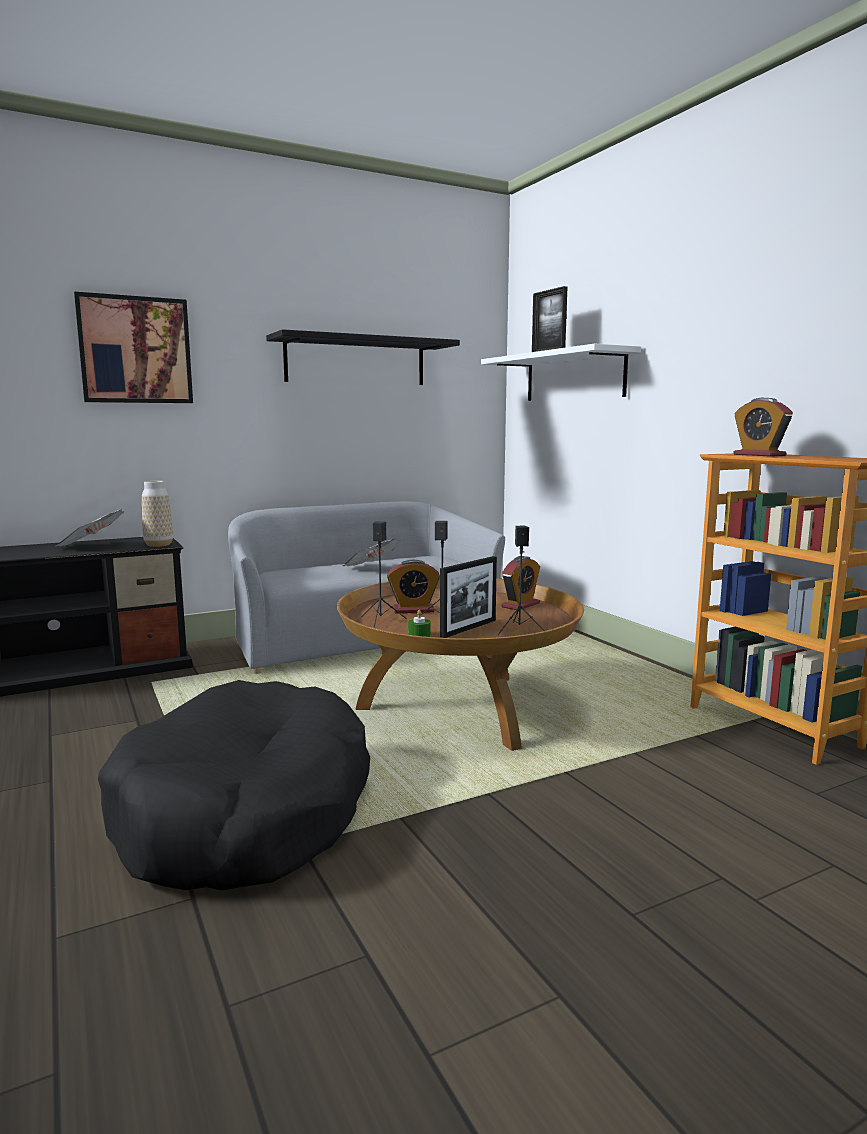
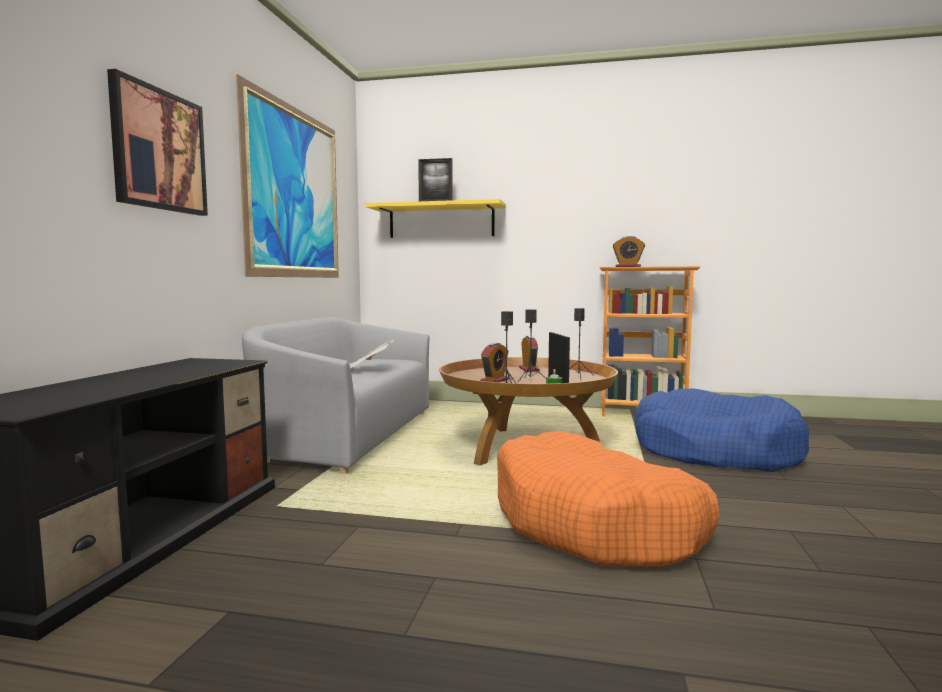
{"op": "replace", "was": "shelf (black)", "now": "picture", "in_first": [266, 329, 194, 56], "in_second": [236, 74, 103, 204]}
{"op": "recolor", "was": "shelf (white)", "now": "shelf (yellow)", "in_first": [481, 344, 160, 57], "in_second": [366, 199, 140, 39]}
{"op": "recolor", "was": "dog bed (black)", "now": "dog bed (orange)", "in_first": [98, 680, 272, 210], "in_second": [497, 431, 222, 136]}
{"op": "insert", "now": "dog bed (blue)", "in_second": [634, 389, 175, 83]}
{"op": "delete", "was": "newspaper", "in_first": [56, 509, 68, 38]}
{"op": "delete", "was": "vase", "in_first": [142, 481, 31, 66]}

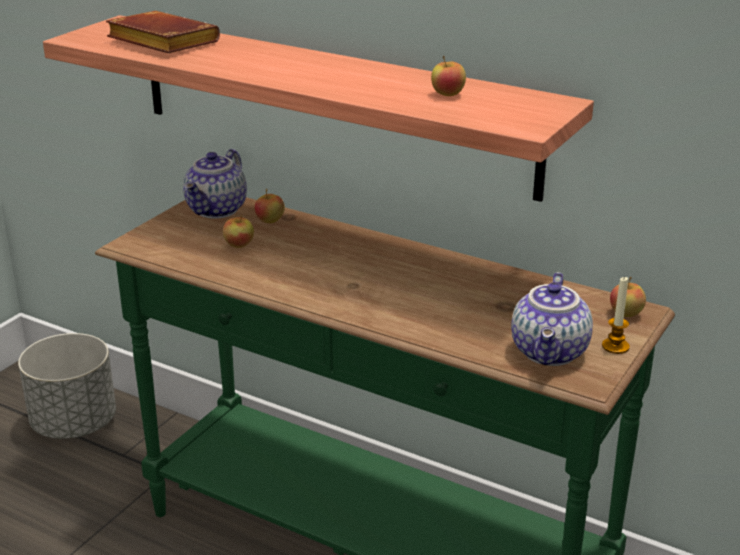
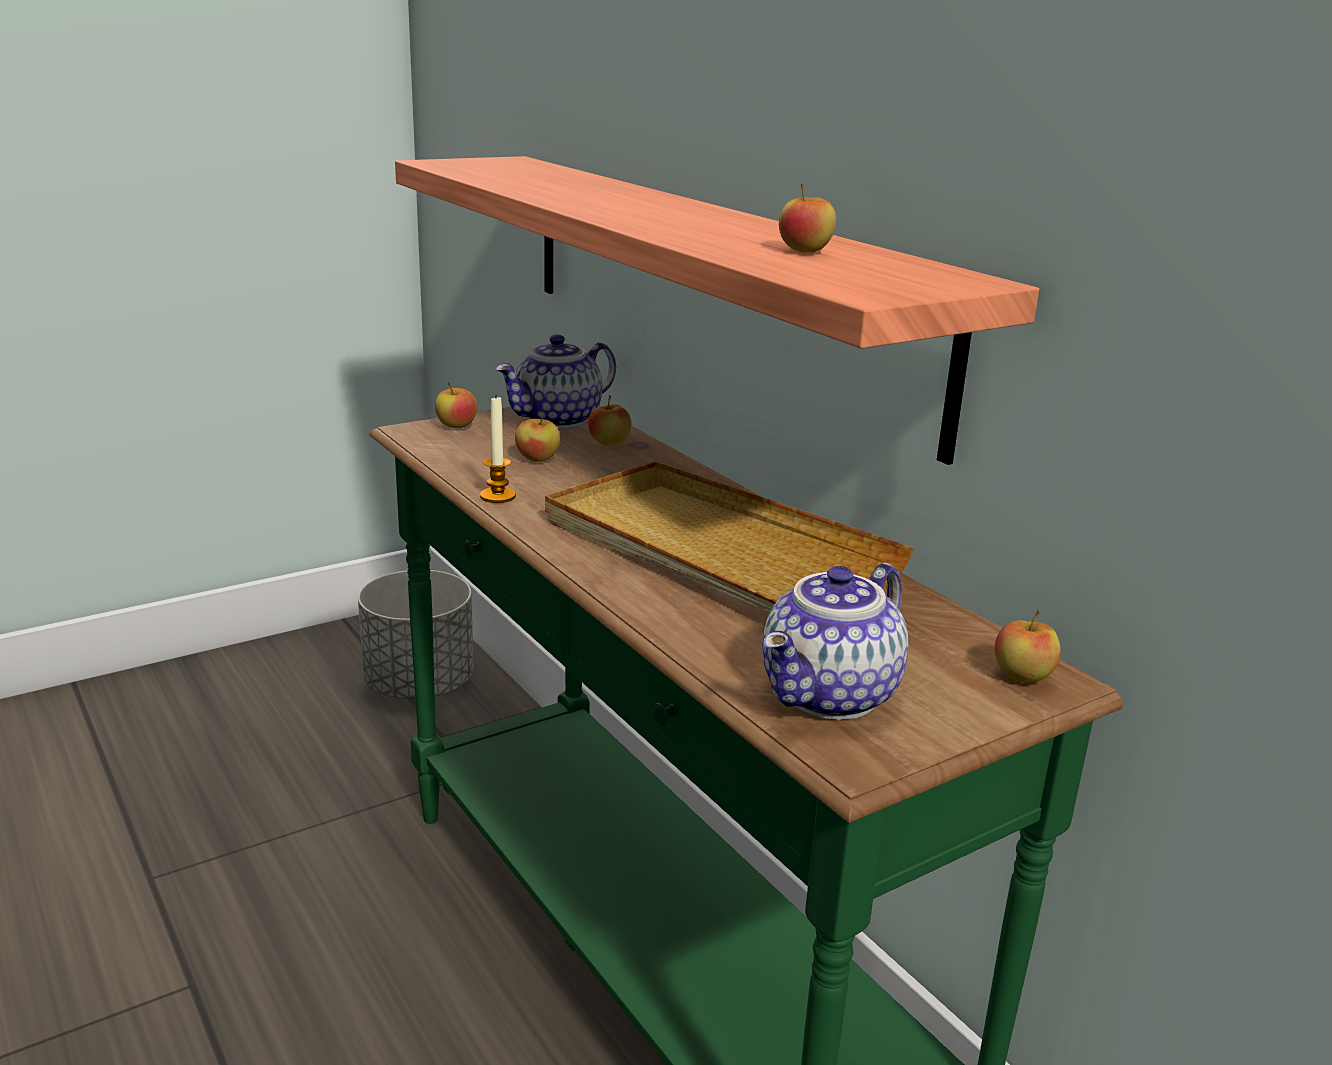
{"op": "insert", "now": "apple", "in_second": [435, 382, 42, 46]}
{"op": "move", "was": "candle", "in_first": [602, 276, 28, 78], "in_second": [480, 397, 36, 106]}
{"op": "insert", "now": "tray (beige)", "in_second": [545, 461, 369, 150]}
{"op": "delete", "was": "book (brown)", "in_first": [106, 11, 114, 42]}

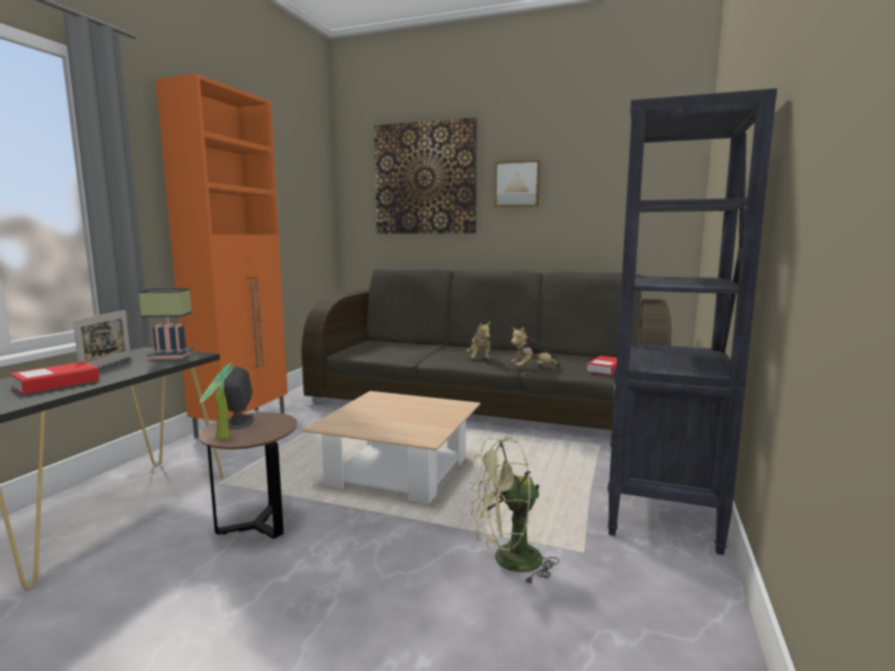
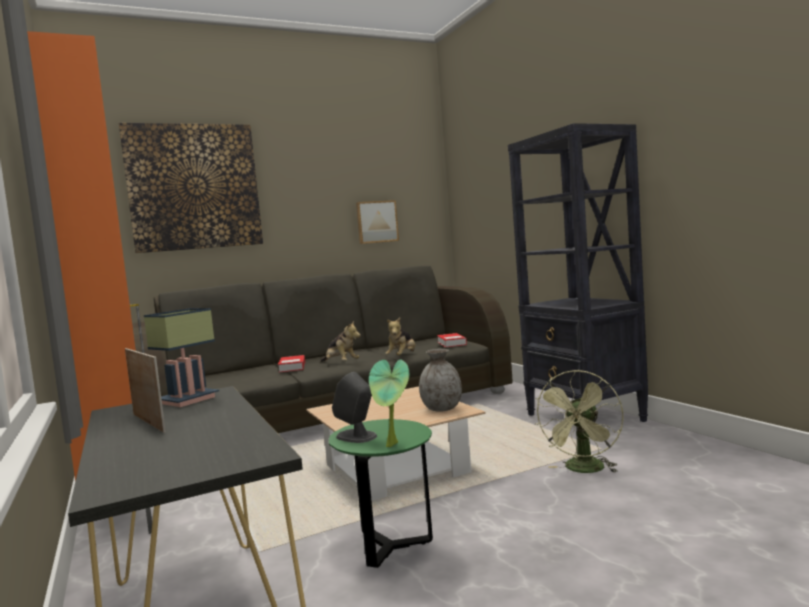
{"op": "move", "was": "book", "in_first": [10, 362, 90, 33], "in_second": [278, 355, 27, 17]}
{"op": "recolor", "was": "side table (brown)", "now": "side table (green)", "in_first": [199, 412, 98, 127], "in_second": [329, 419, 104, 149]}
{"op": "move", "was": "picture", "in_first": [495, 160, 45, 47], "in_second": [356, 200, 43, 44]}
{"op": "insert", "now": "vase (grey)", "in_second": [419, 349, 43, 63]}

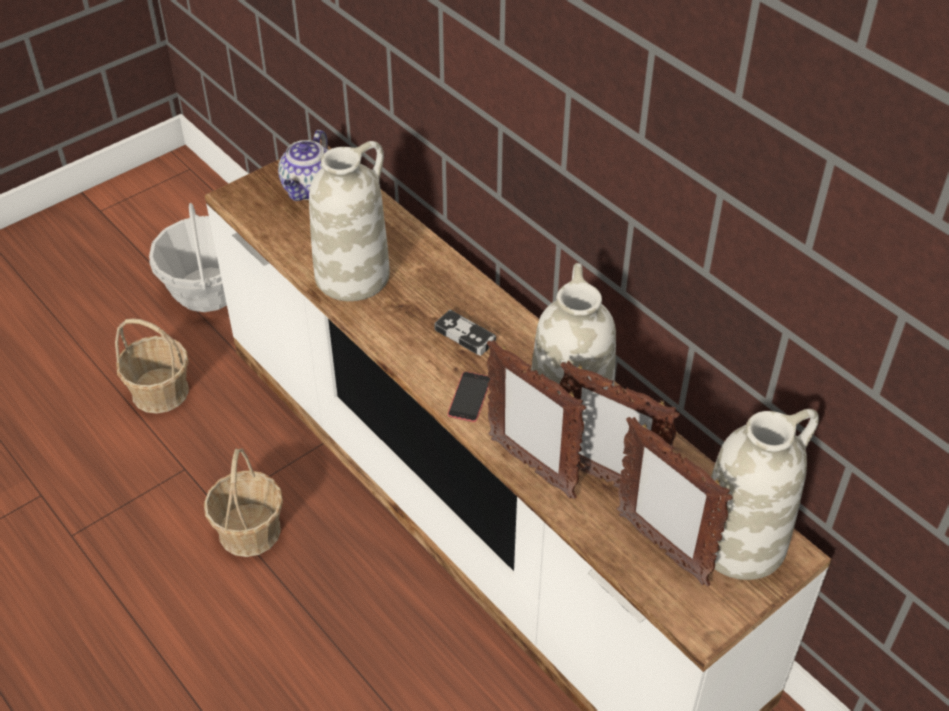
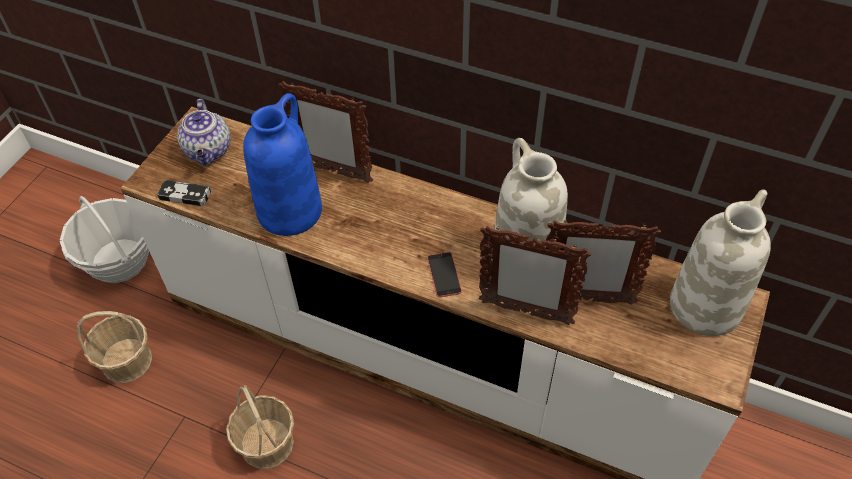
{"op": "move", "was": "game controller", "in_first": [434, 310, 62, 46], "in_second": [157, 179, 55, 27]}
{"op": "recolor", "was": "vase (white)", "now": "vase (blue)", "in_first": [309, 141, 81, 160], "in_second": [243, 93, 79, 143]}
{"op": "move", "was": "picture frame", "in_first": [616, 417, 117, 169], "in_second": [278, 81, 95, 102]}

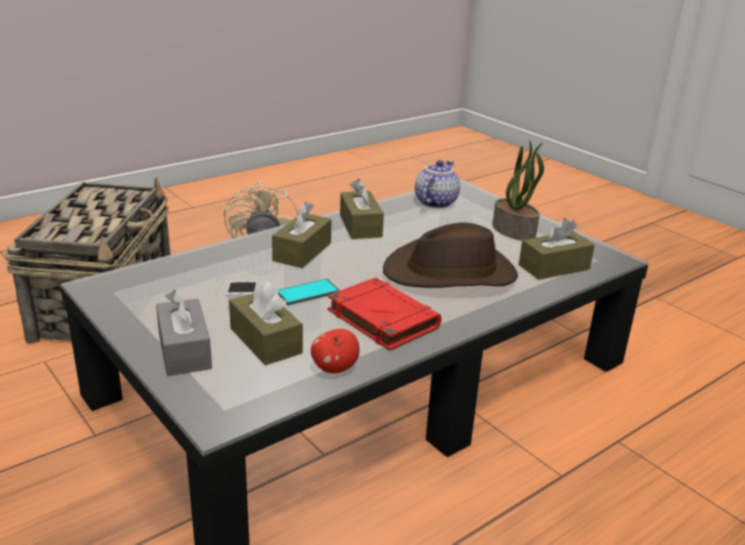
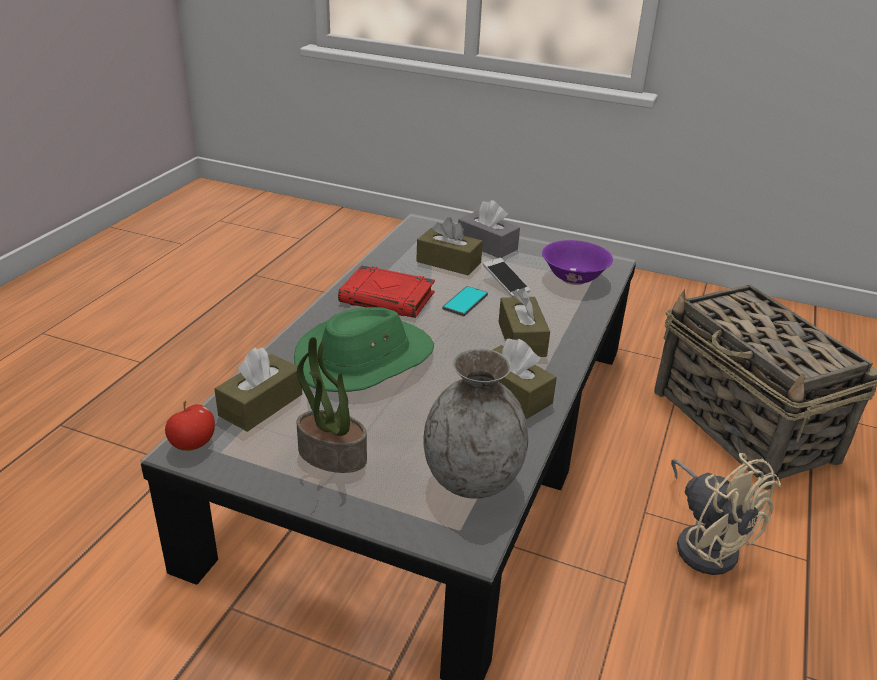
{"op": "move", "was": "apple", "in_first": [311, 329, 49, 44], "in_second": [165, 401, 50, 50]}
{"op": "recolor", "was": "hat (brown)", "now": "hat (green)", "in_first": [383, 223, 135, 65], "in_second": [294, 307, 140, 85]}
{"op": "replace", "was": "teapot", "now": "vase (grey)", "in_first": [415, 160, 45, 48], "in_second": [423, 348, 105, 151]}
{"op": "insert", "now": "bowl (purple)", "in_second": [542, 240, 71, 45]}

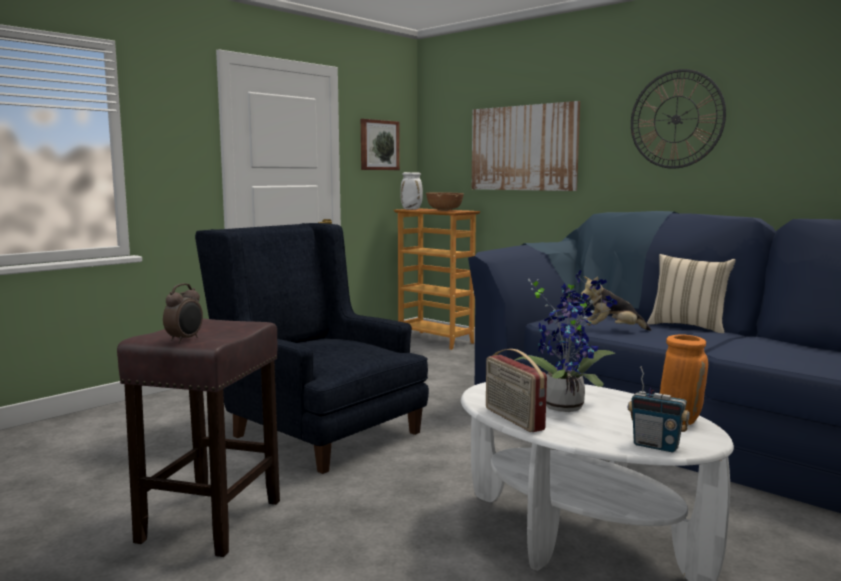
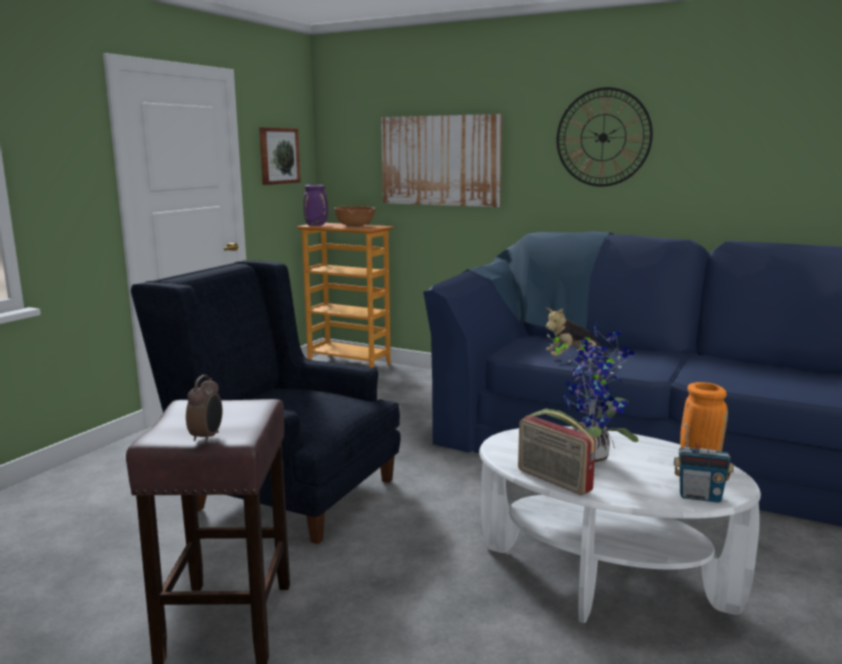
{"op": "recolor", "was": "vase (white)", "now": "vase (purple)", "in_first": [401, 172, 22, 38], "in_second": [303, 185, 25, 41]}
{"op": "delete", "was": "pillow (beige)", "in_first": [647, 254, 89, 79]}

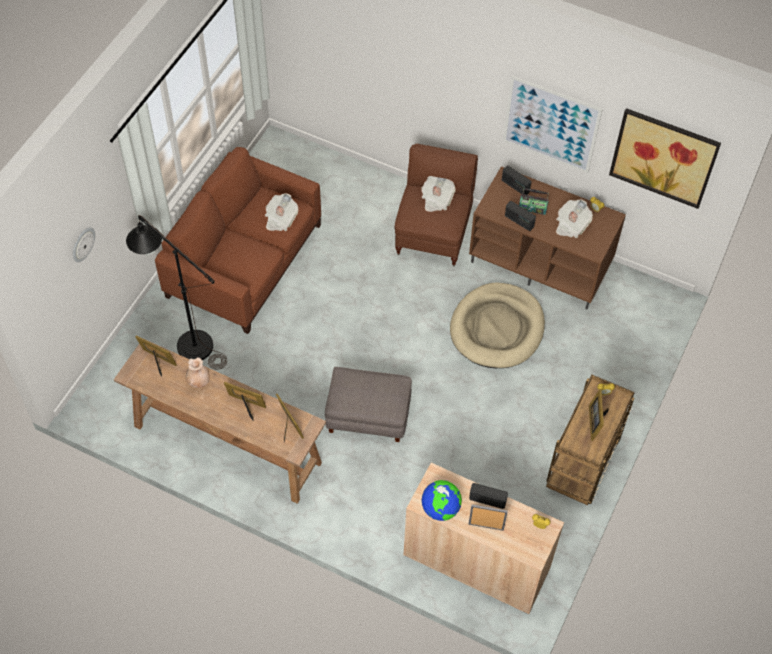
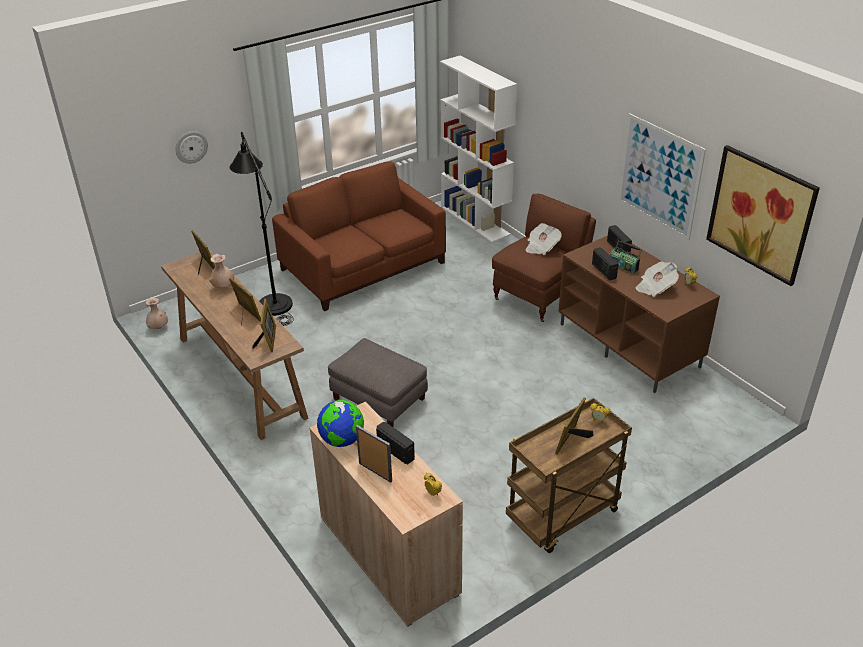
{"op": "insert", "now": "vase (beige)", "in_second": [145, 298, 23, 31]}
{"op": "insert", "now": "bookcase (white)", "in_second": [440, 55, 77, 188]}
{"op": "delete", "was": "newspaper", "in_first": [265, 193, 33, 38]}
{"op": "delete", "was": "dog bed (beige)", "in_first": [450, 282, 95, 86]}

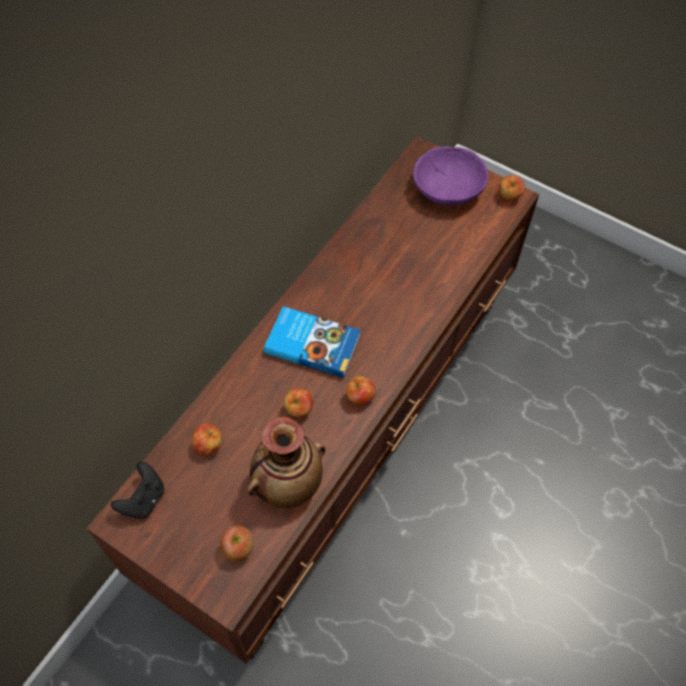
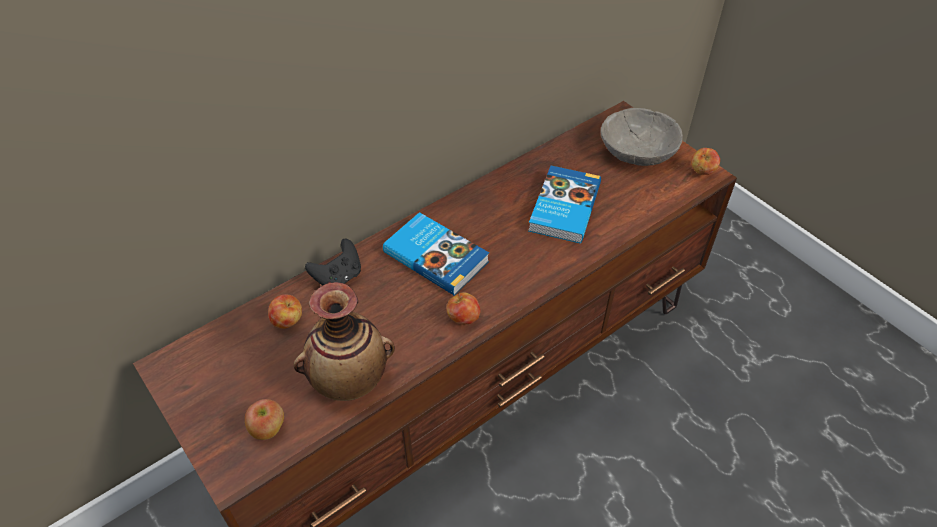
{"op": "move", "was": "game controller (black)", "in_first": [111, 462, 53, 57], "in_second": [305, 239, 56, 47]}
{"op": "insert", "now": "book", "in_second": [528, 166, 73, 77]}
{"op": "recolor", "was": "bowl (purple)", "now": "bowl (grey)", "in_first": [413, 146, 75, 60], "in_second": [601, 108, 82, 58]}
{"op": "delete", "was": "apple", "in_first": [284, 388, 29, 30]}

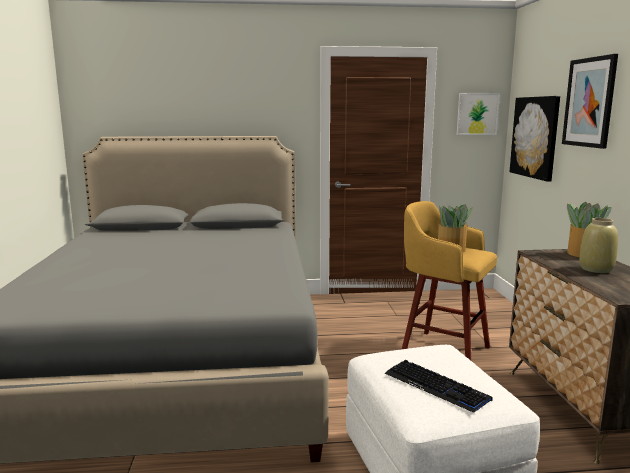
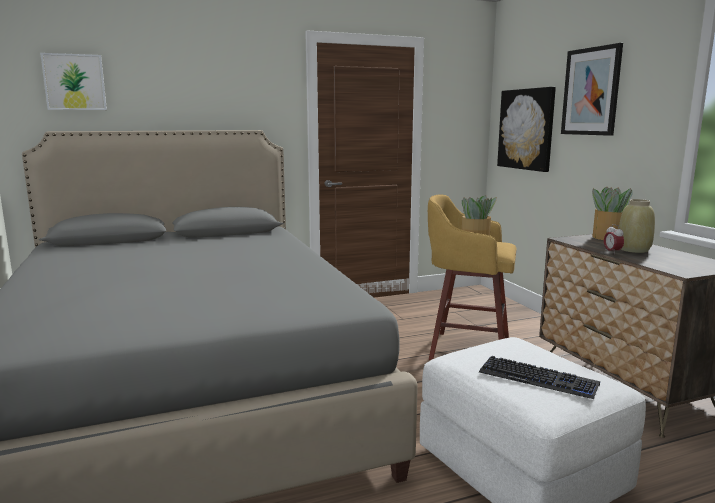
{"op": "move", "was": "picture", "in_first": [457, 93, 43, 42], "in_second": [40, 53, 67, 57]}
{"op": "insert", "now": "alarm clock", "in_second": [604, 224, 20, 29]}

